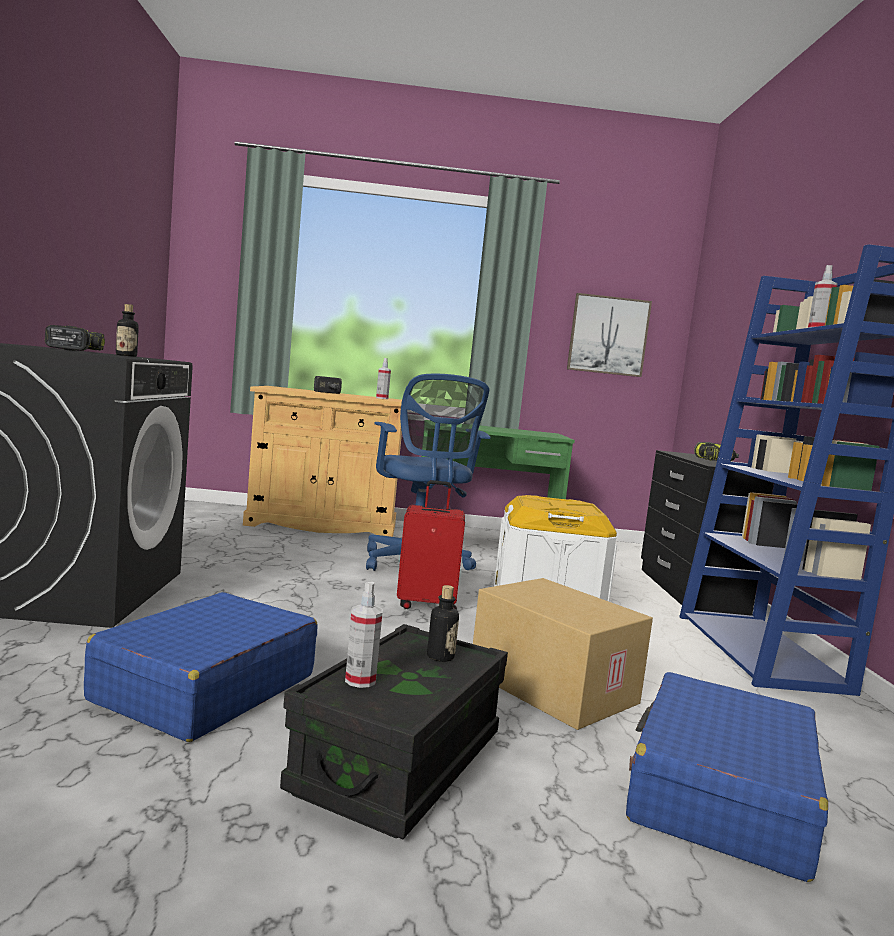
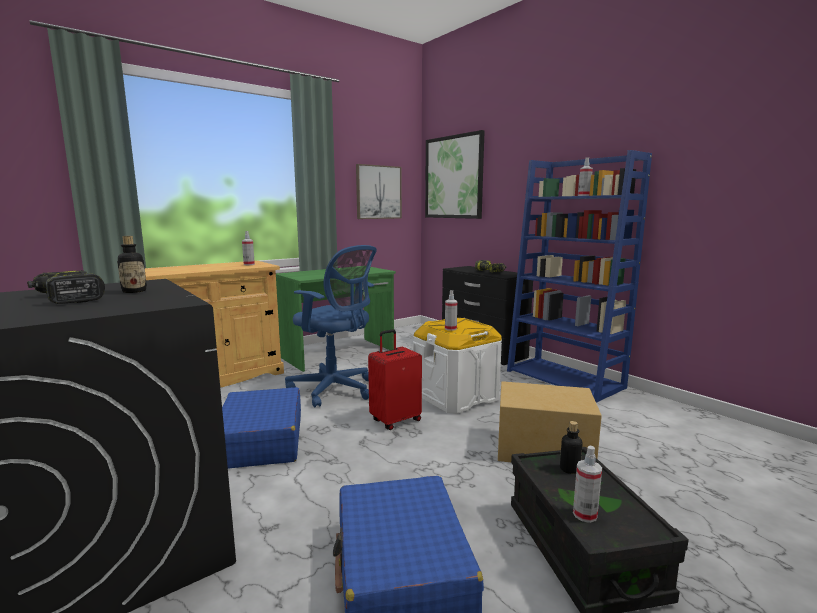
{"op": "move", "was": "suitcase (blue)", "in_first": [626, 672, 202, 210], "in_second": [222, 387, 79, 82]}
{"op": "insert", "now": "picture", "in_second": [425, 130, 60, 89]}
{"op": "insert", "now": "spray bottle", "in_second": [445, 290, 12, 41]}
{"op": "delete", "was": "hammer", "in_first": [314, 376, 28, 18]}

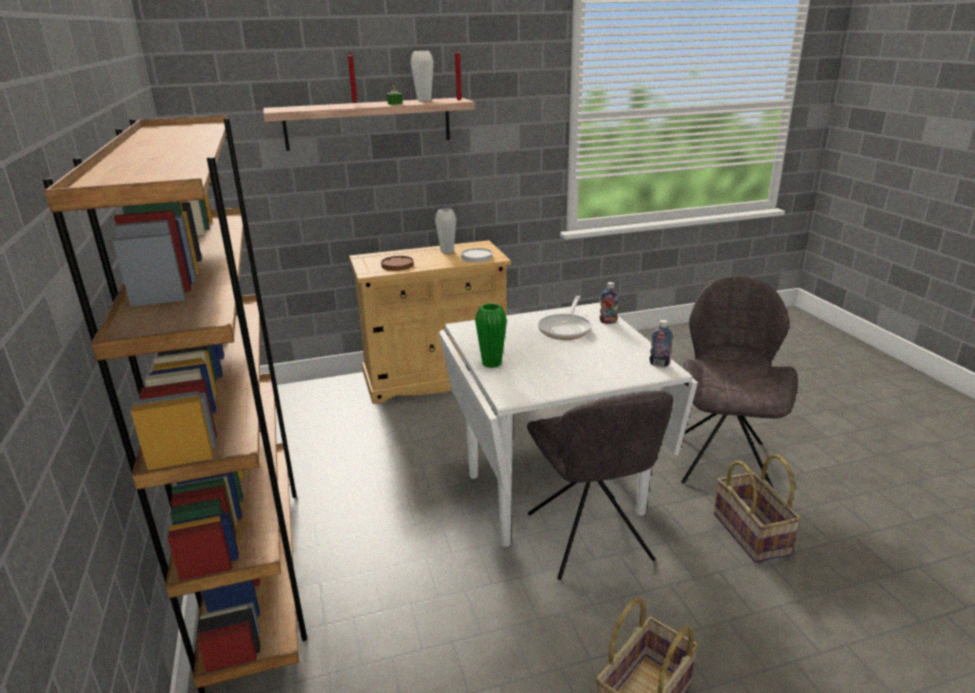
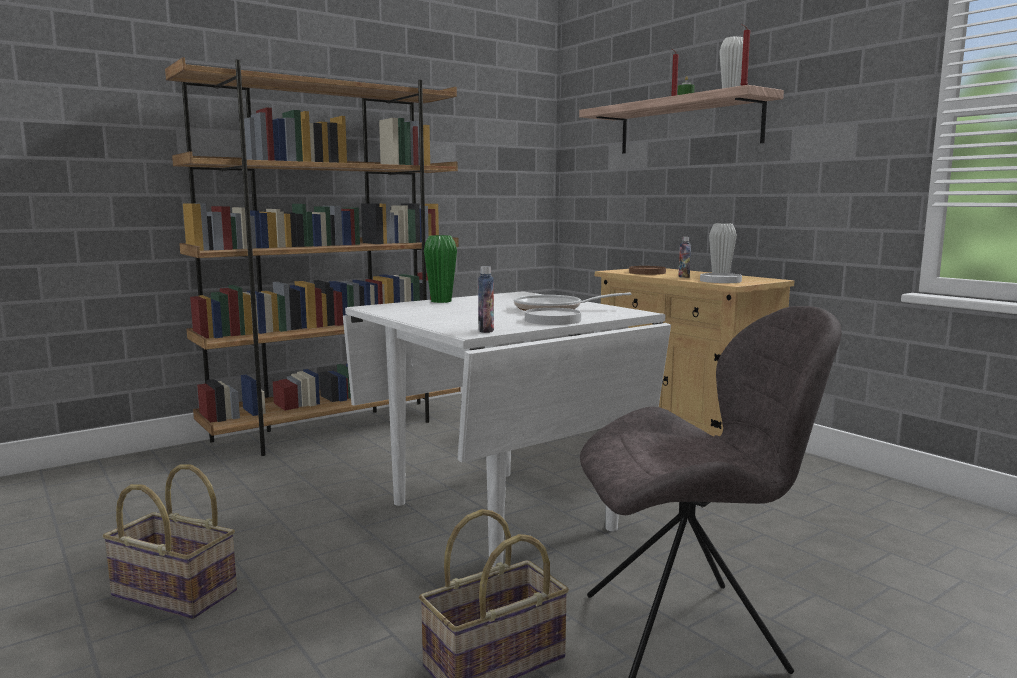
{"op": "insert", "now": "plate (white)", "in_second": [525, 308, 56, 17]}
{"op": "move", "was": "bottle", "in_first": [600, 282, 19, 42], "in_second": [678, 237, 13, 41]}
{"op": "delete", "was": "chair (grey)", "in_first": [527, 391, 146, 189]}

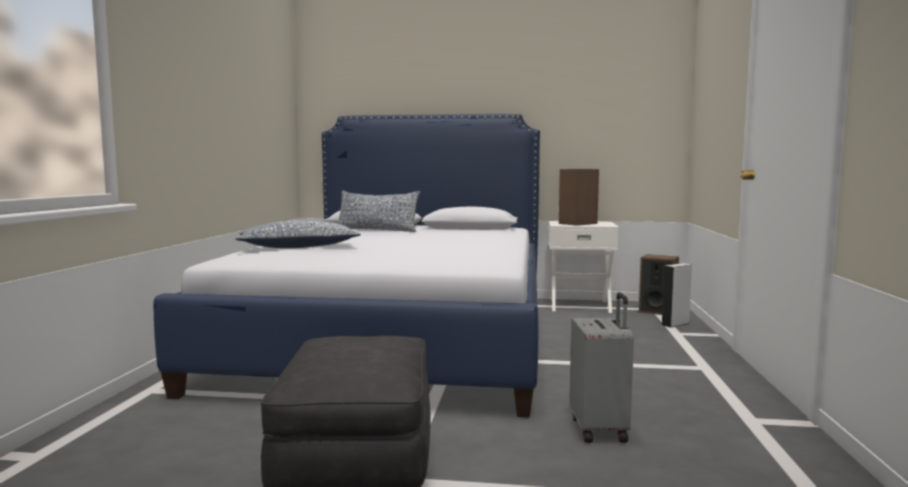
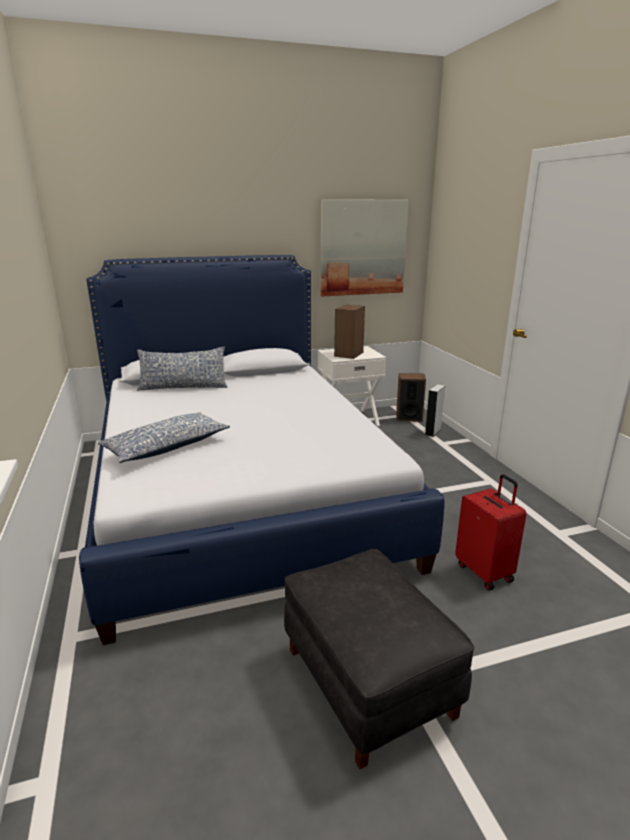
{"op": "insert", "now": "picture", "in_second": [321, 199, 88, 98]}
{"op": "recolor", "was": "suitcase (grey)", "now": "suitcase (red)", "in_first": [569, 292, 65, 151], "in_second": [455, 474, 71, 116]}

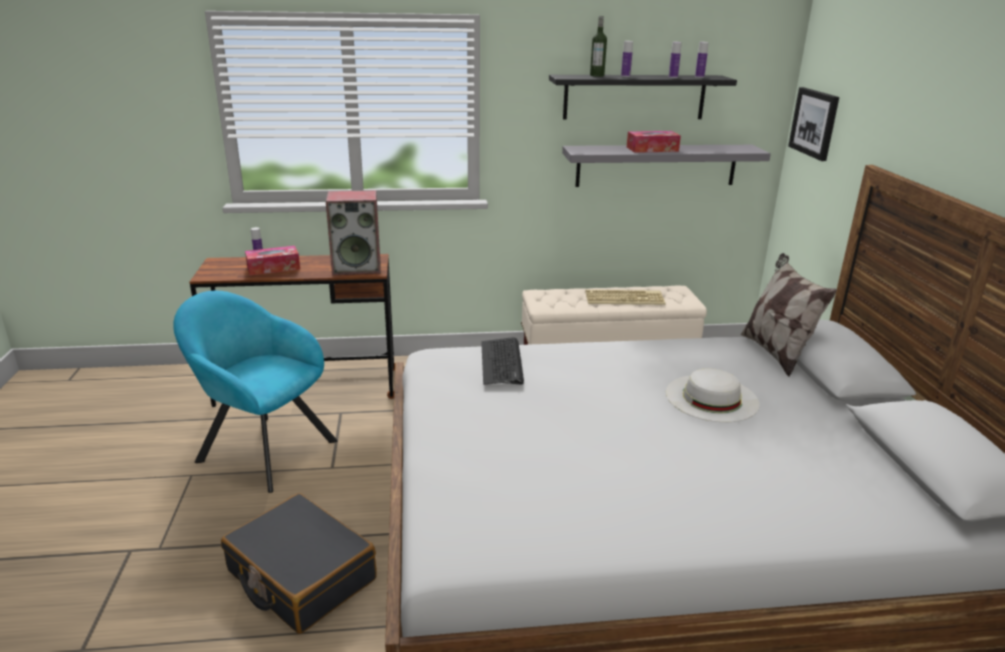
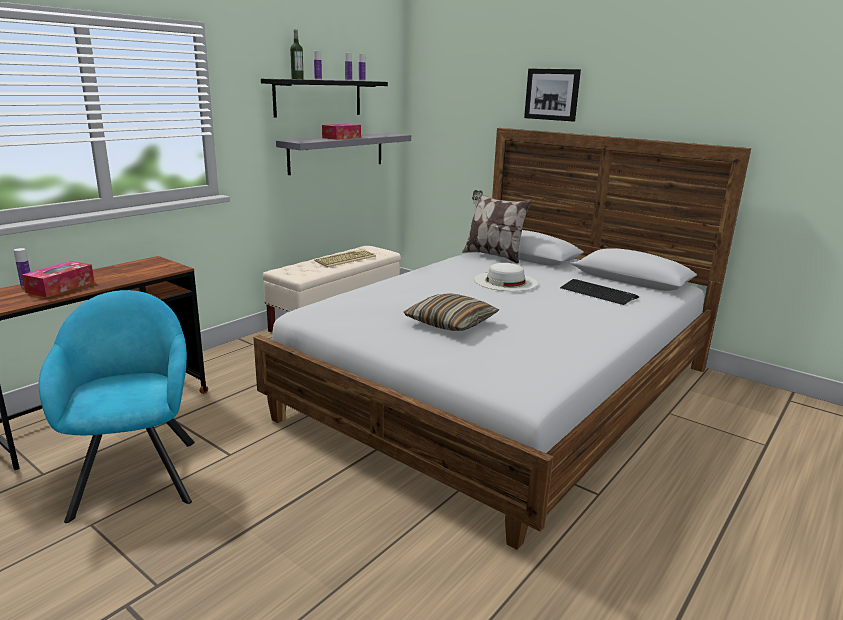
{"op": "rotate", "was": "armchair (turquoise)", "in_first": [173, 291, 165, 202], "in_second": [39, 290, 156, 233], "clockwise": 90}
{"op": "insert", "now": "pillow", "in_second": [404, 293, 96, 38]}
{"op": "move", "was": "picture", "in_first": [788, 87, 51, 74], "in_second": [524, 69, 57, 52]}
{"op": "move", "was": "keyboard", "in_first": [481, 337, 43, 48], "in_second": [560, 279, 79, 26]}
{"op": "delete", "was": "suitcase (black)", "in_first": [221, 493, 156, 141]}
{"op": "delete", "was": "speaker", "in_first": [326, 190, 54, 85]}

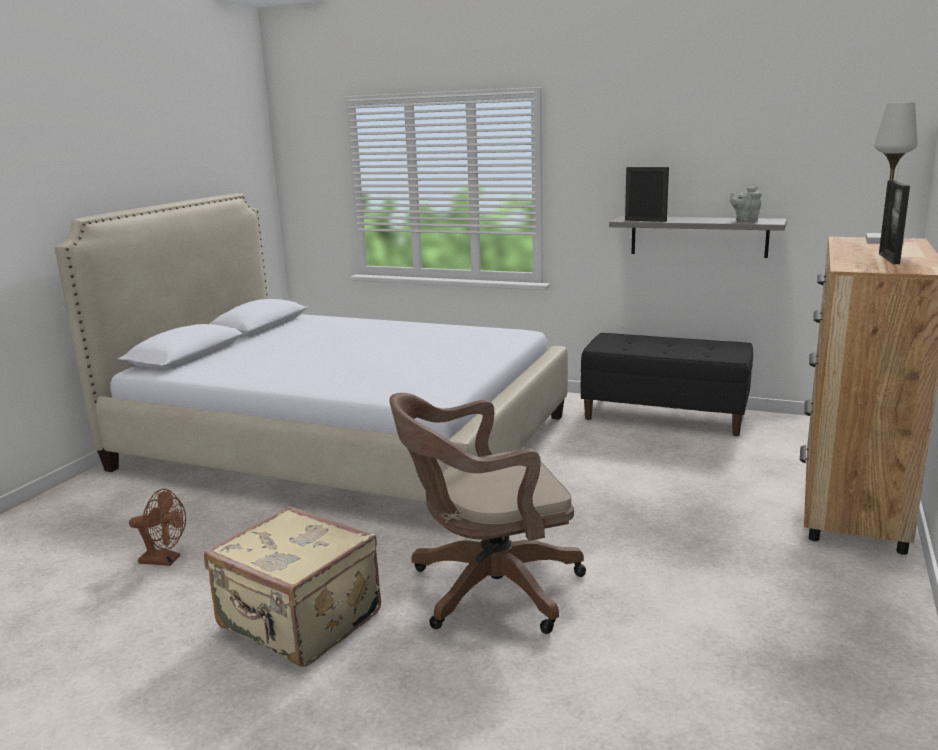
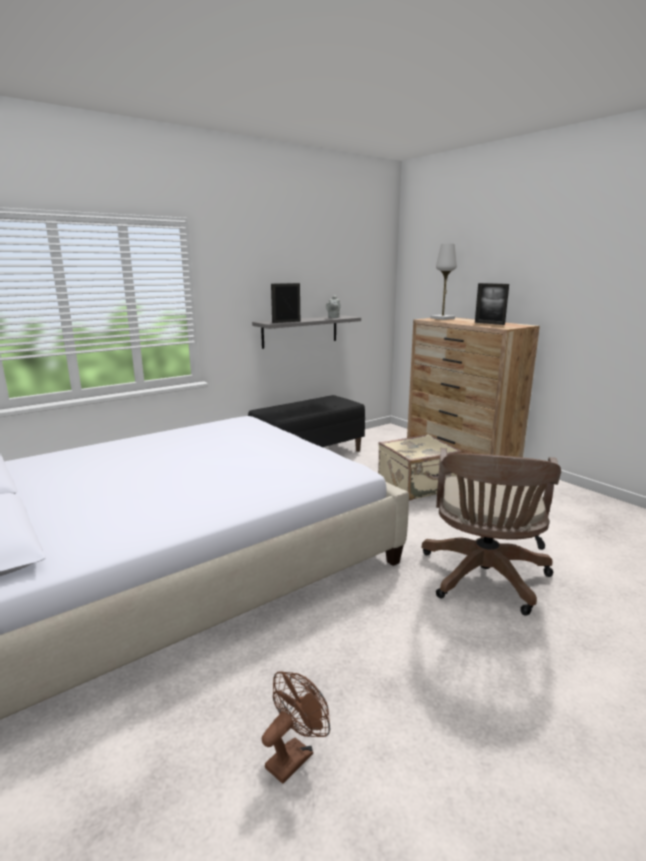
{"op": "move", "was": "suitcase (beige)", "in_first": [204, 506, 177, 161], "in_second": [378, 434, 84, 67]}

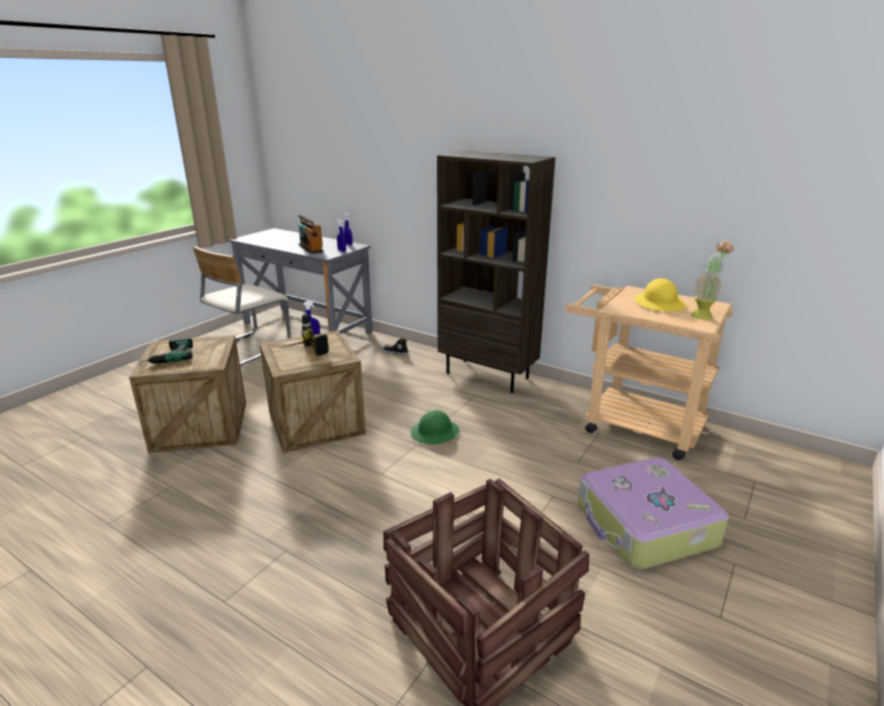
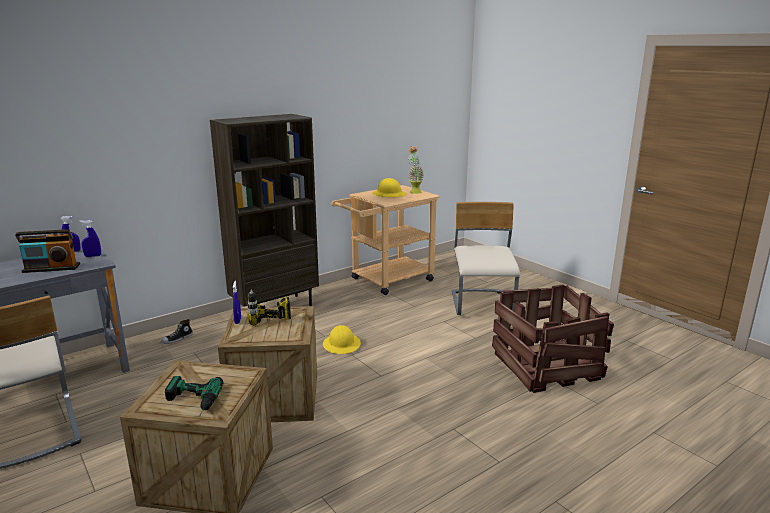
{"op": "recolor", "was": "hard hat (green)", "now": "hard hat (yellow)", "in_first": [411, 410, 48, 34], "in_second": [323, 325, 38, 29]}
{"op": "replace", "was": "suitcase", "now": "chair (beige)", "in_first": [578, 457, 151, 113], "in_second": [452, 202, 68, 113]}

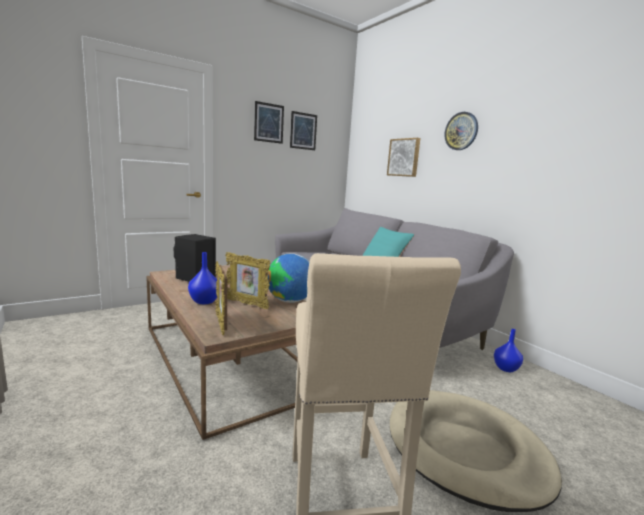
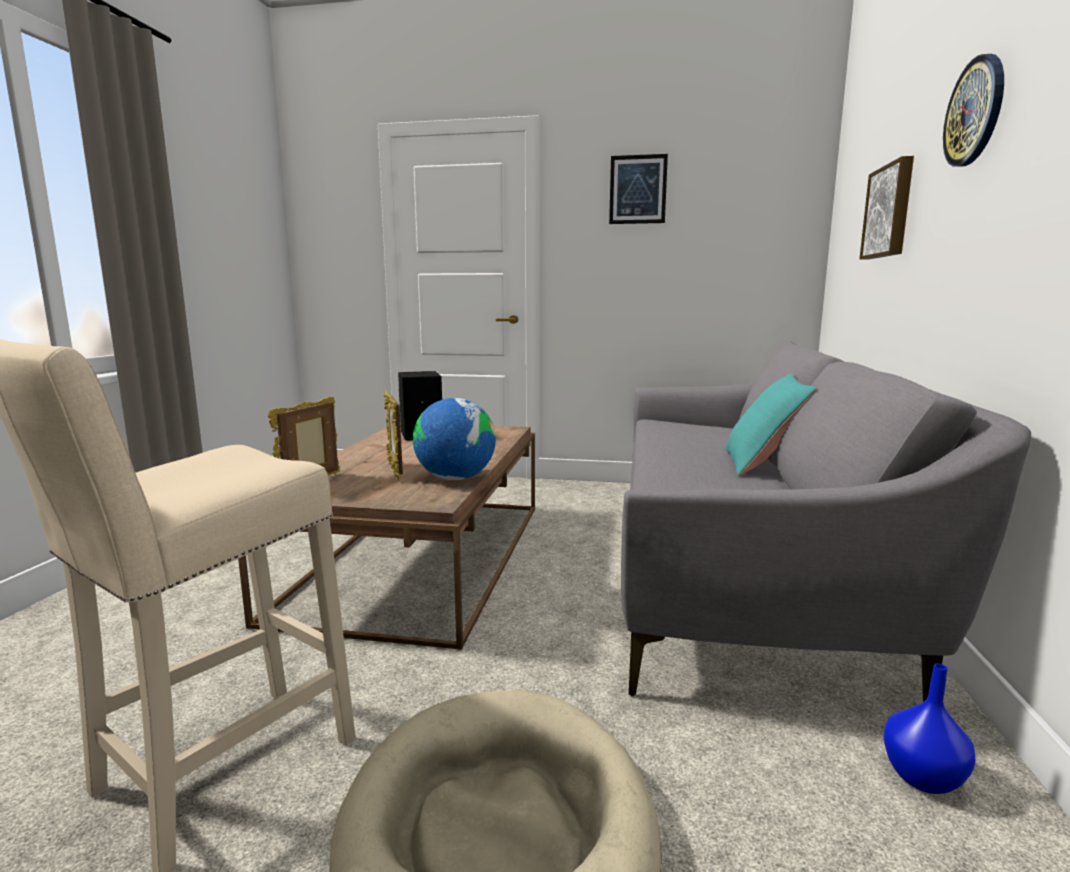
{"op": "delete", "was": "vase (blue)", "in_first": [188, 252, 29, 52]}
{"op": "delete", "was": "picture", "in_first": [290, 111, 27, 39]}

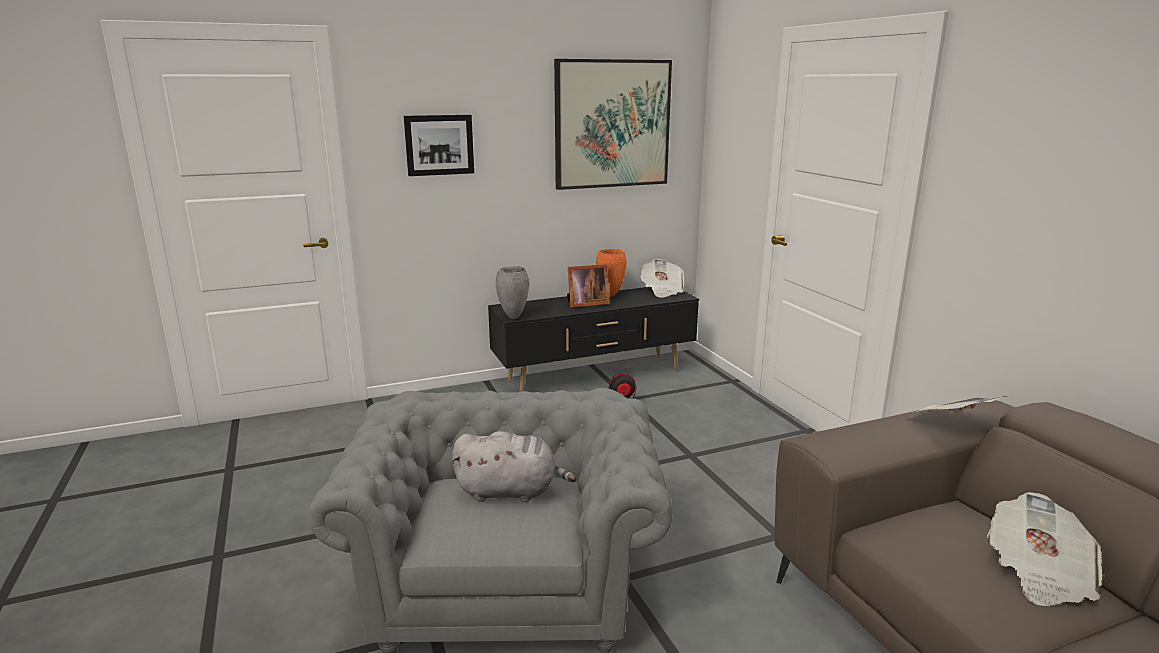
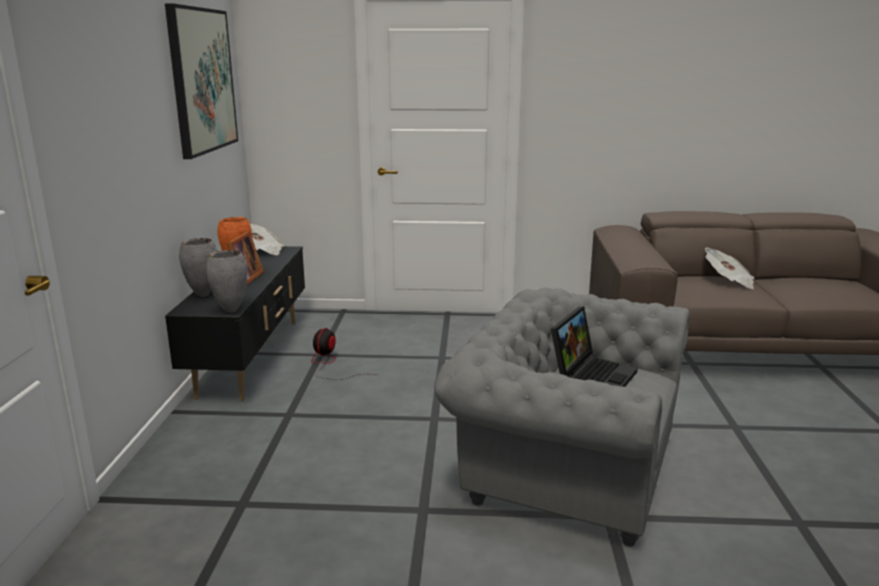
{"op": "insert", "now": "vase (grey)", "in_second": [179, 238, 38, 59]}
{"op": "replace", "was": "plush toy (grey)", "now": "laptop", "in_first": [451, 431, 125, 71], "in_second": [551, 307, 87, 80]}
{"op": "delete", "was": "picture", "in_first": [404, 115, 70, 61]}
{"op": "delete", "was": "newspaper", "in_first": [906, 396, 101, 18]}

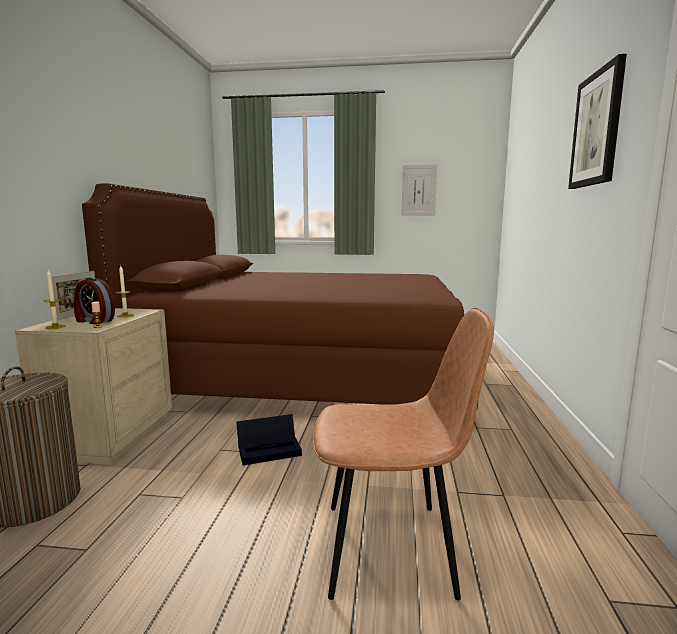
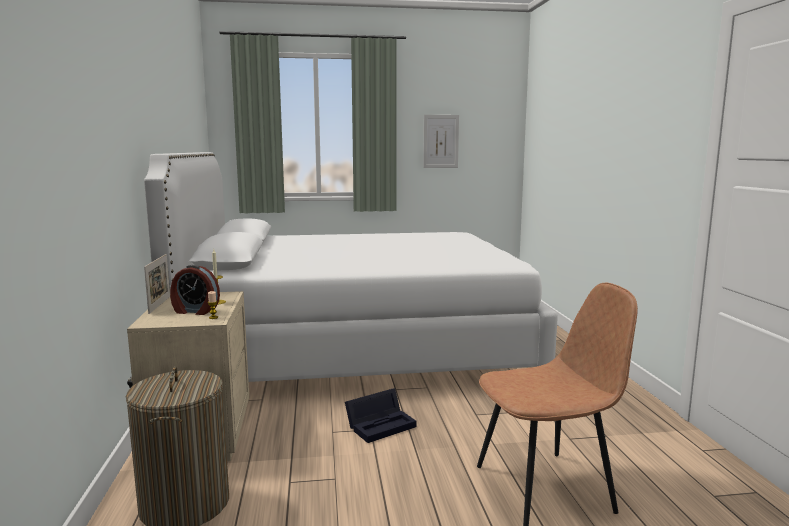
{"op": "recolor", "was": "bed (brown)", "now": "bed (white)", "in_first": [82, 183, 396, 225], "in_second": [144, 152, 414, 230]}
{"op": "delete", "was": "candle", "in_first": [43, 271, 23, 58]}
{"op": "delete", "was": "picture", "in_first": [568, 54, 59, 135]}

